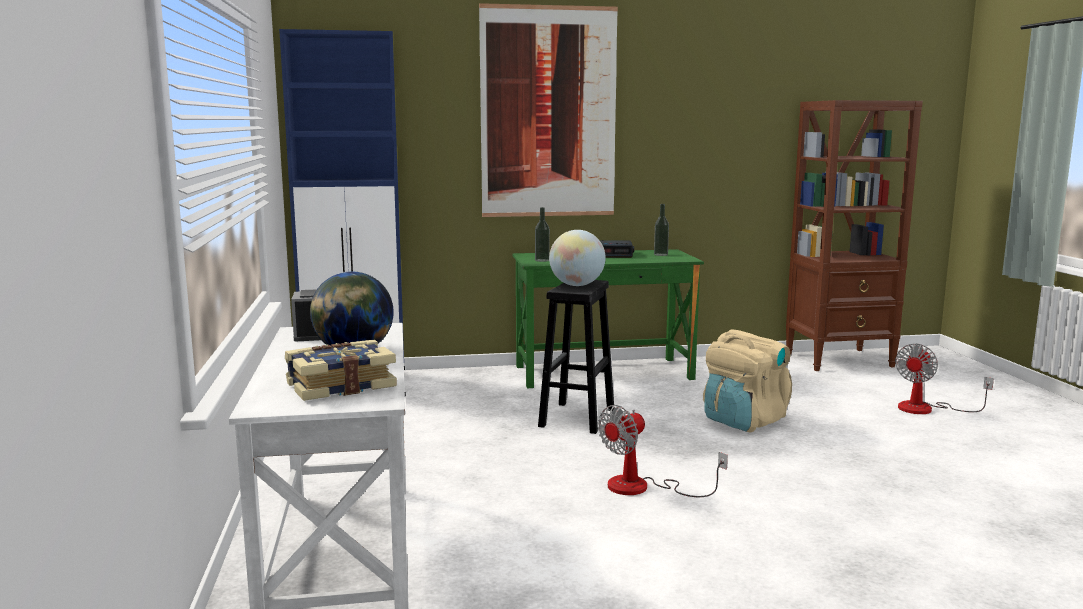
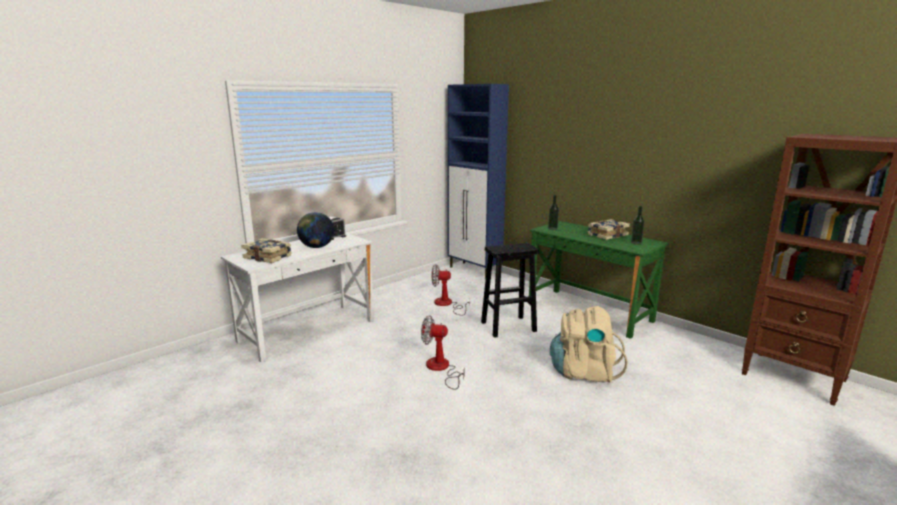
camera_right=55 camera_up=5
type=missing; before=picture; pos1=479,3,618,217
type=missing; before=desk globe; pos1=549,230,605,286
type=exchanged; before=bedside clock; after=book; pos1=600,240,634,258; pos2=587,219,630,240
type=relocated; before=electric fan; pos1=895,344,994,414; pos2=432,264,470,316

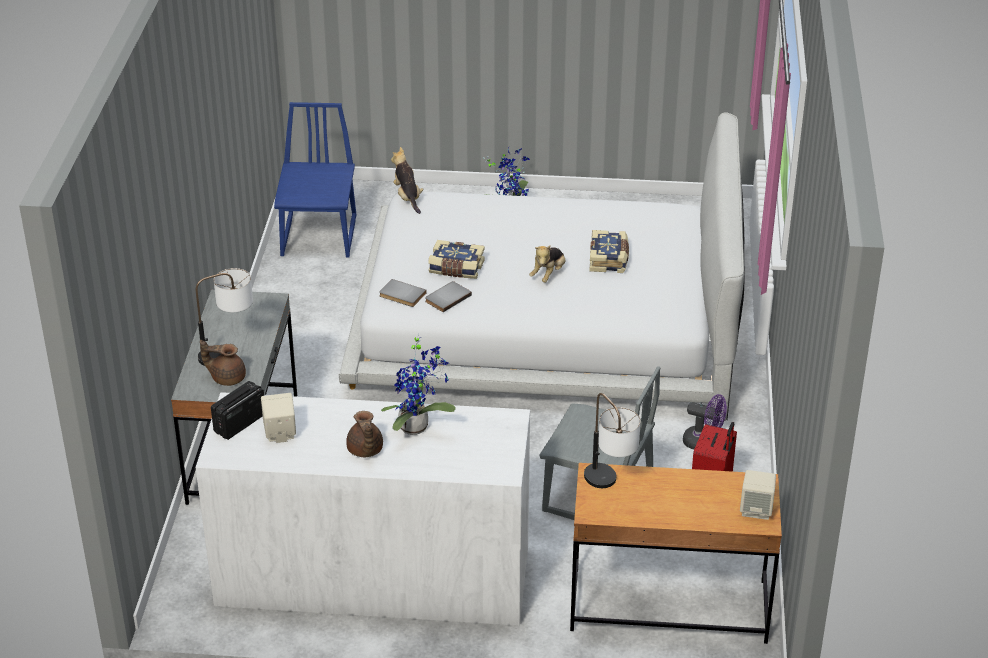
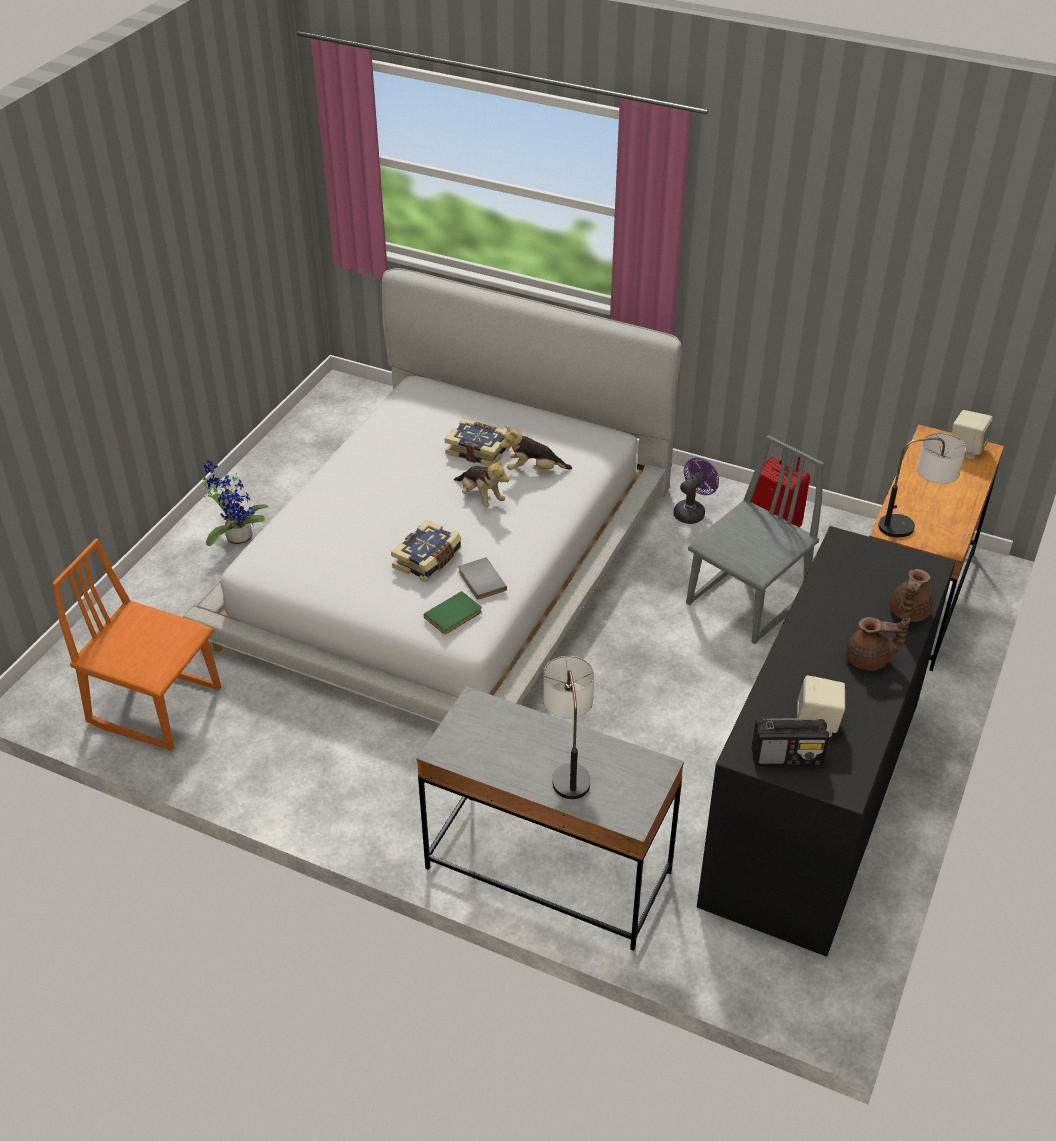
camera_right=-70 camera_up=5
type=colour; before=white chest of drawers; after=black-coloured chest of drawers; pos1=196,392,530,626; pos2=697,526,956,957
type=relocated; before=brown teapot; pos1=200,340,246,386; pos2=889,569,933,622
type=spun; before=radio receiver; pos1=211,381,264,440; pos2=752,717,829,766; turn=-60
type=colour; before=bluish plain chair; after=orange-coloured plain chair; pos1=274,102,356,258; pos2=52,539,221,751
type=colour; before=grey book; after=green book; pos1=379,279,426,307; pos2=424,591,482,634
type=missing; before=houseplant; pos1=381,333,456,435
type=relocated; before=cuddly toy; pos1=391,147,424,214; pos2=500,426,572,470

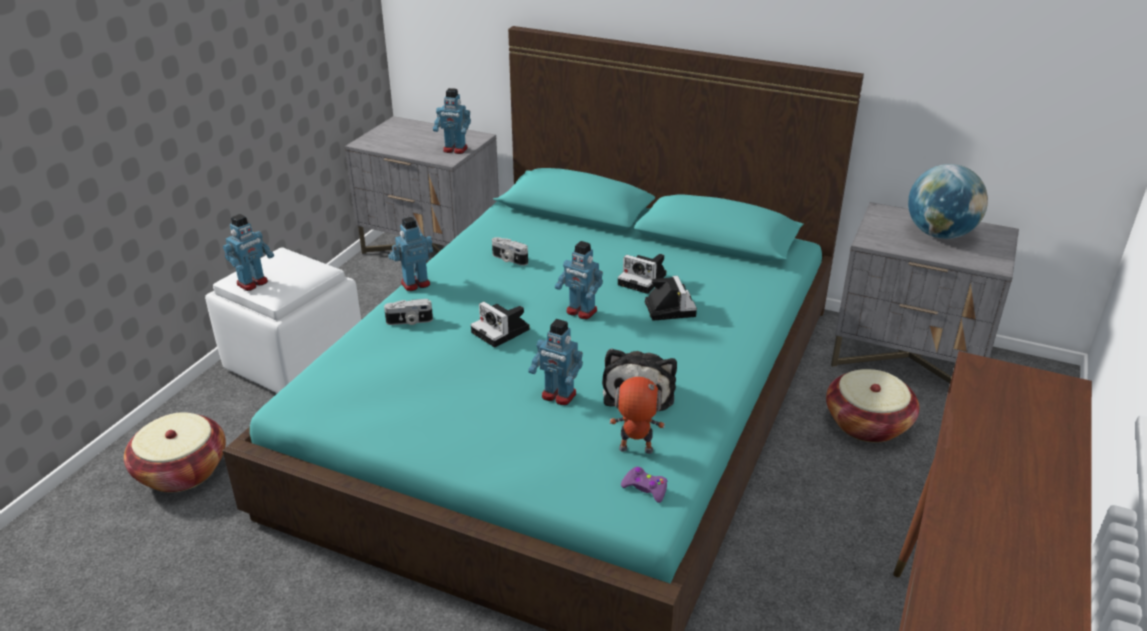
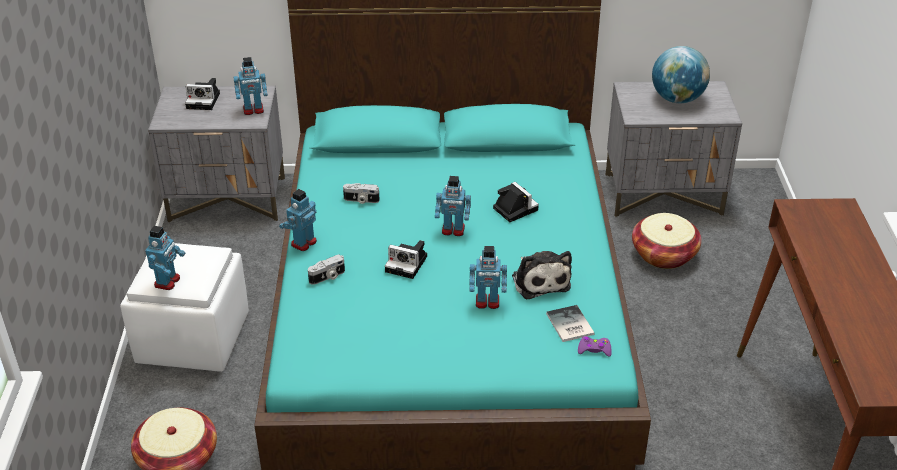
camera_right=-25 camera_up=5
type=exchanged; before=toy robot; after=book; pos1=609,377,665,454; pos2=546,305,595,342
type=relocated; before=still camera; pos1=618,254,666,294; pos2=185,78,220,110

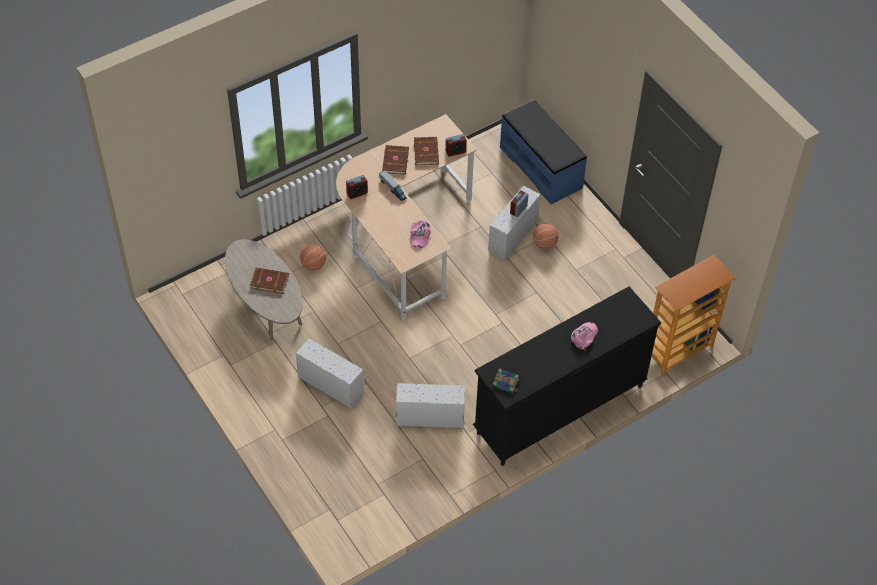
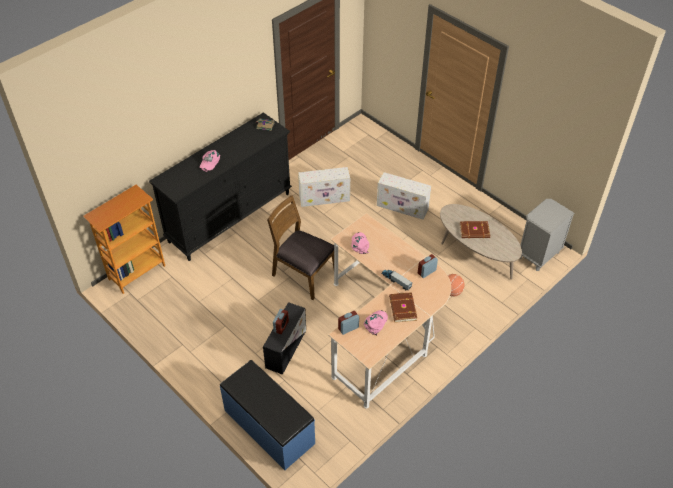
camera_right=170 camera_up=-5
type=exchanged; before=brown book; after=pink peaked cap; pos1=414,137,439,165; pos2=364,310,388,335
type=colour; before=white storage bin; after=black-coloured storage bin; pos1=488,186,541,260; pos2=263,302,306,374
type=missing; before=basketball ball; pos1=533,224,558,249
type=appeared; after=brown plain chair; pos2=267,195,334,300
type=appeared; after=grey nightstand; pos2=520,199,574,271

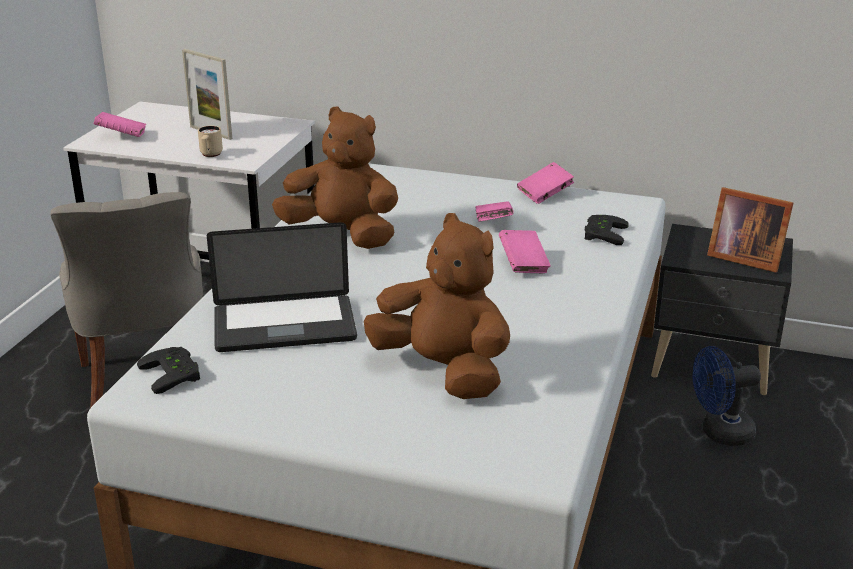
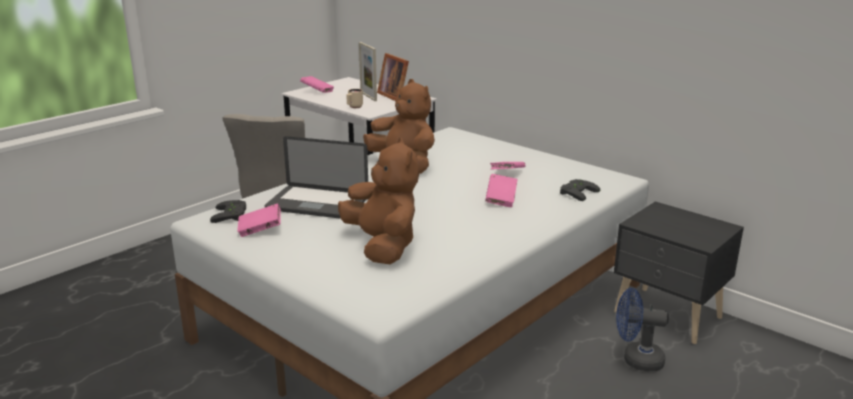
camera_right=25 camera_up=-5
type=relocated; before=pink book; pos1=517,162,574,204; pos2=237,203,281,237
type=relocated; before=photo frame; pos1=707,187,793,273; pos2=377,53,409,101

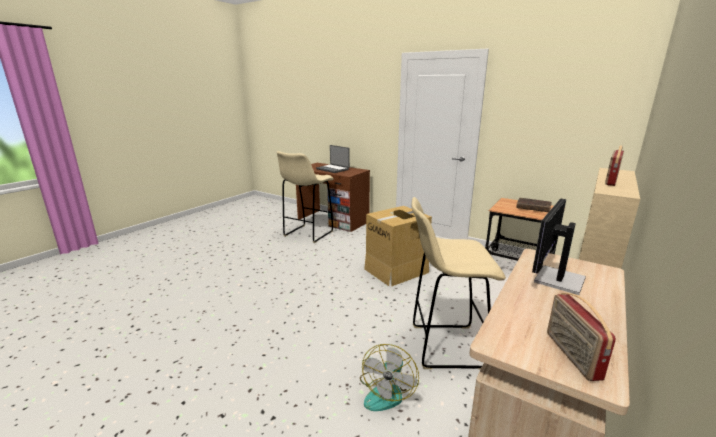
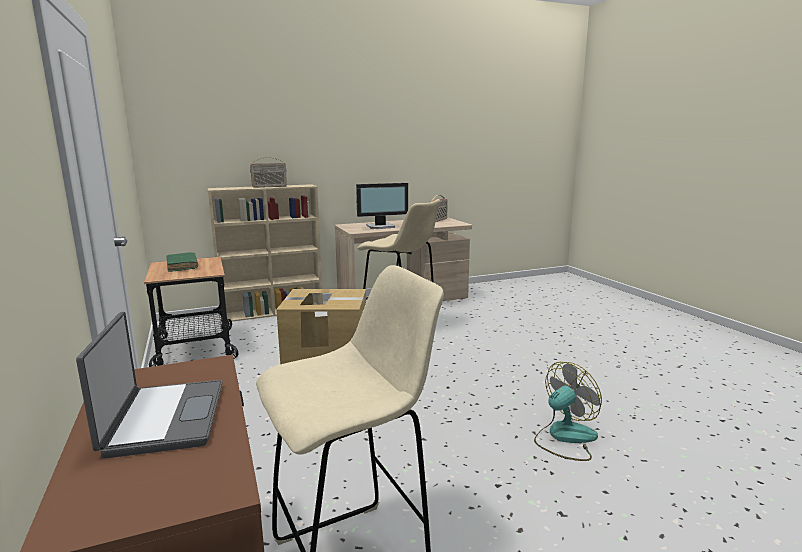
camera_right=-145 camera_up=-5
type=relocated; before=electric fan; pos1=360,344,419,411; pos2=534,362,602,461
type=colour; before=brown book; after=green book; pos1=516,198,552,212; pos2=166,252,198,272

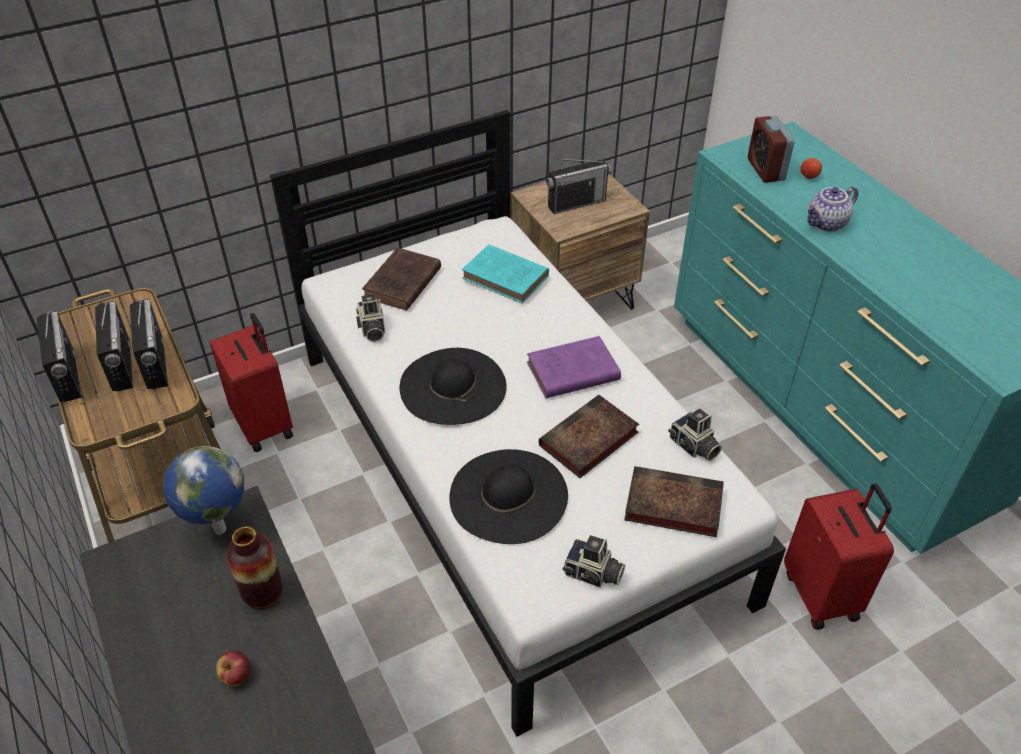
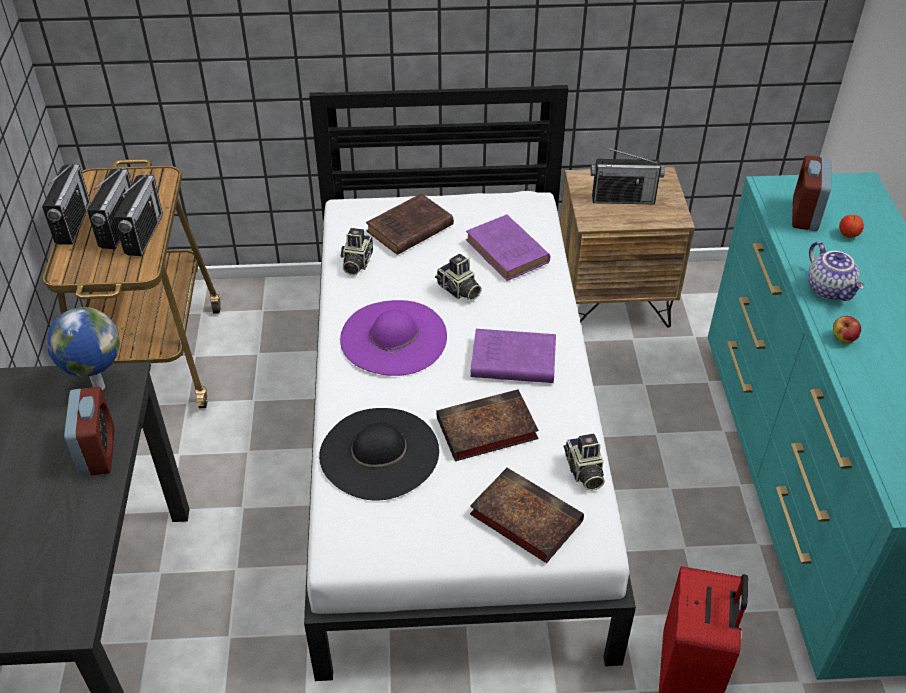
camera_right=25 camera_up=0
type=missing; before=red suitcase; pos1=209,313,293,452
type=relocated; before=apple; pos1=216,651,251,687; pos2=833,316,861,343
type=exchanged; before=decorative vase; after=bedside clock; pos1=226,527,283,609; pos2=64,387,115,477
type=colour; before=black-coloured clothing hat; after=purple clothing hat; pos1=400,348,507,425; pos2=340,300,447,376
type=colour; before=turquoise book; after=purple book; pos1=462,244,549,304; pos2=466,214,550,281
type=relocated; before=still camera; pos1=563,535,625,588; pos2=435,254,482,301
type=spun; before=teapot; pos1=806,186,858,232; pos2=808,241,864,301; turn=-105

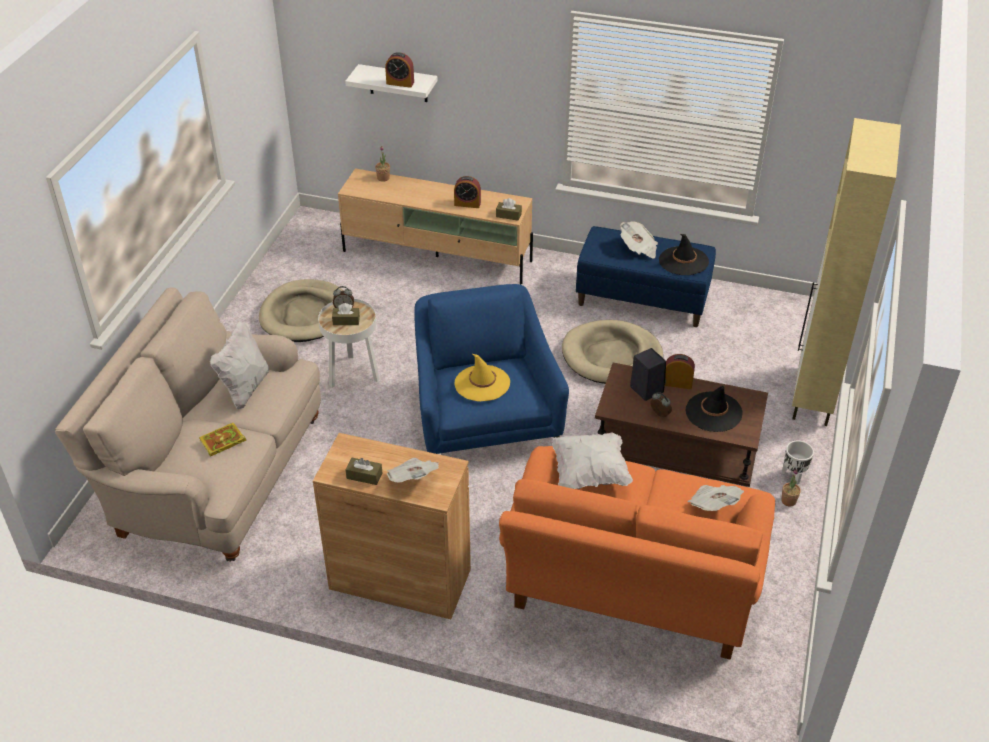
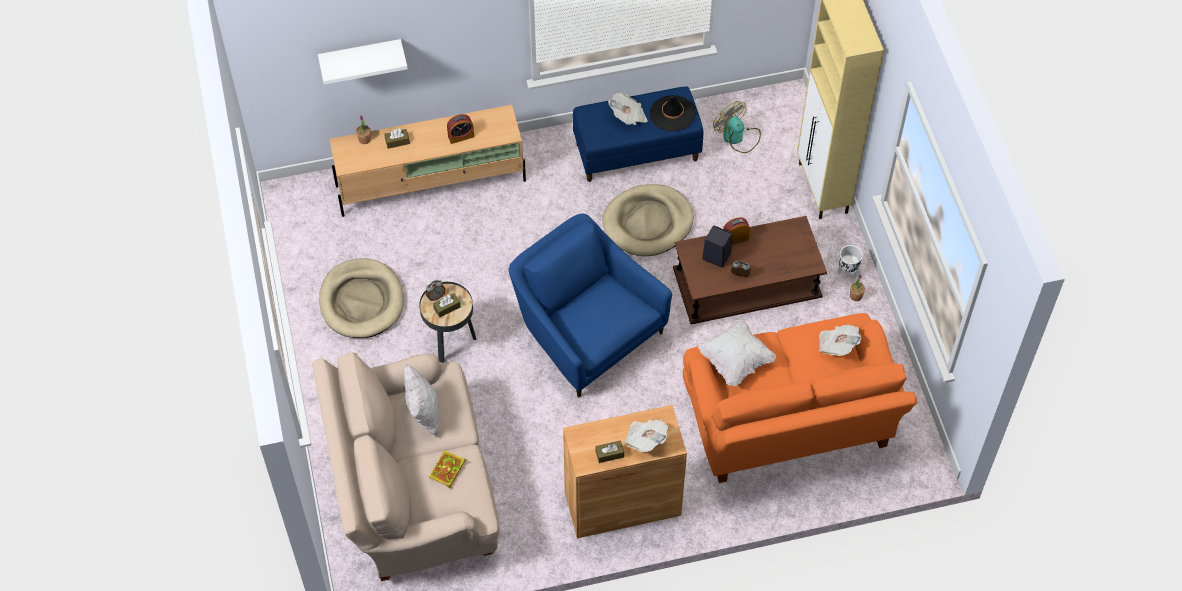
camera_right=-30 camera_up=15
type=colour; before=white accent table; after=black-coloured accent table; pos1=318,299,379,388; pos2=419,282,476,363
type=missing; before=bedside clock; pos1=385,52,414,88
type=missing; before=yellowish clothing hat; pos1=454,354,510,401
type=relocated; before=brown box of tissues; pos1=496,198,522,221; pos2=384,128,410,149
type=missing; before=black-coloured clothing hat; pos1=686,386,743,432
type=appeared; after=electric fan; pos2=713,101,761,153

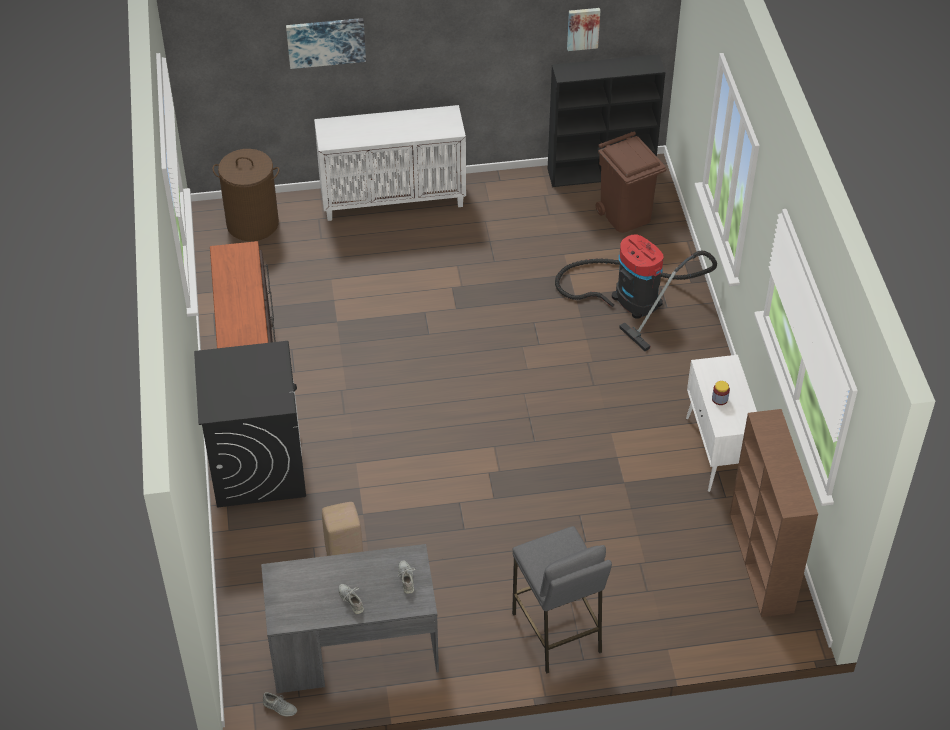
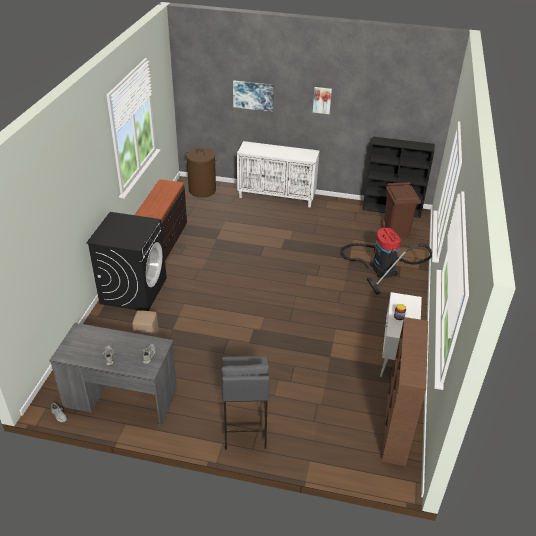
camera_right=20 camera_up=-10
type=relocated; before=picture; pos1=567,8,600,51; pos2=313,87,332,114

